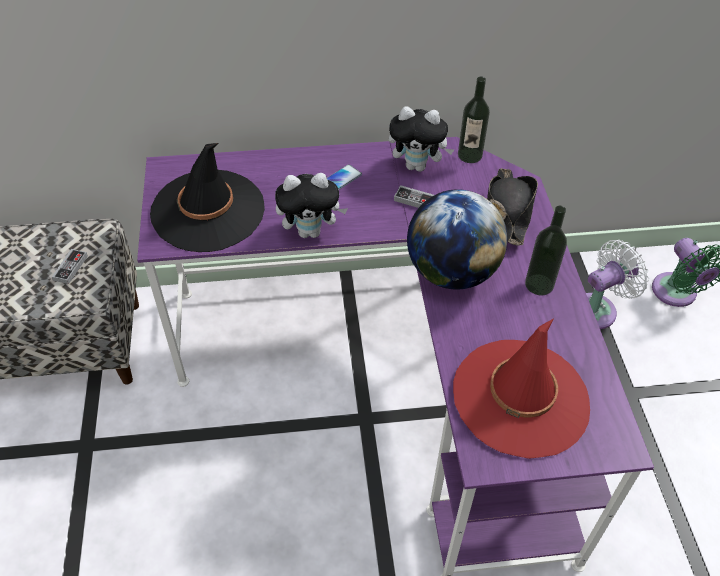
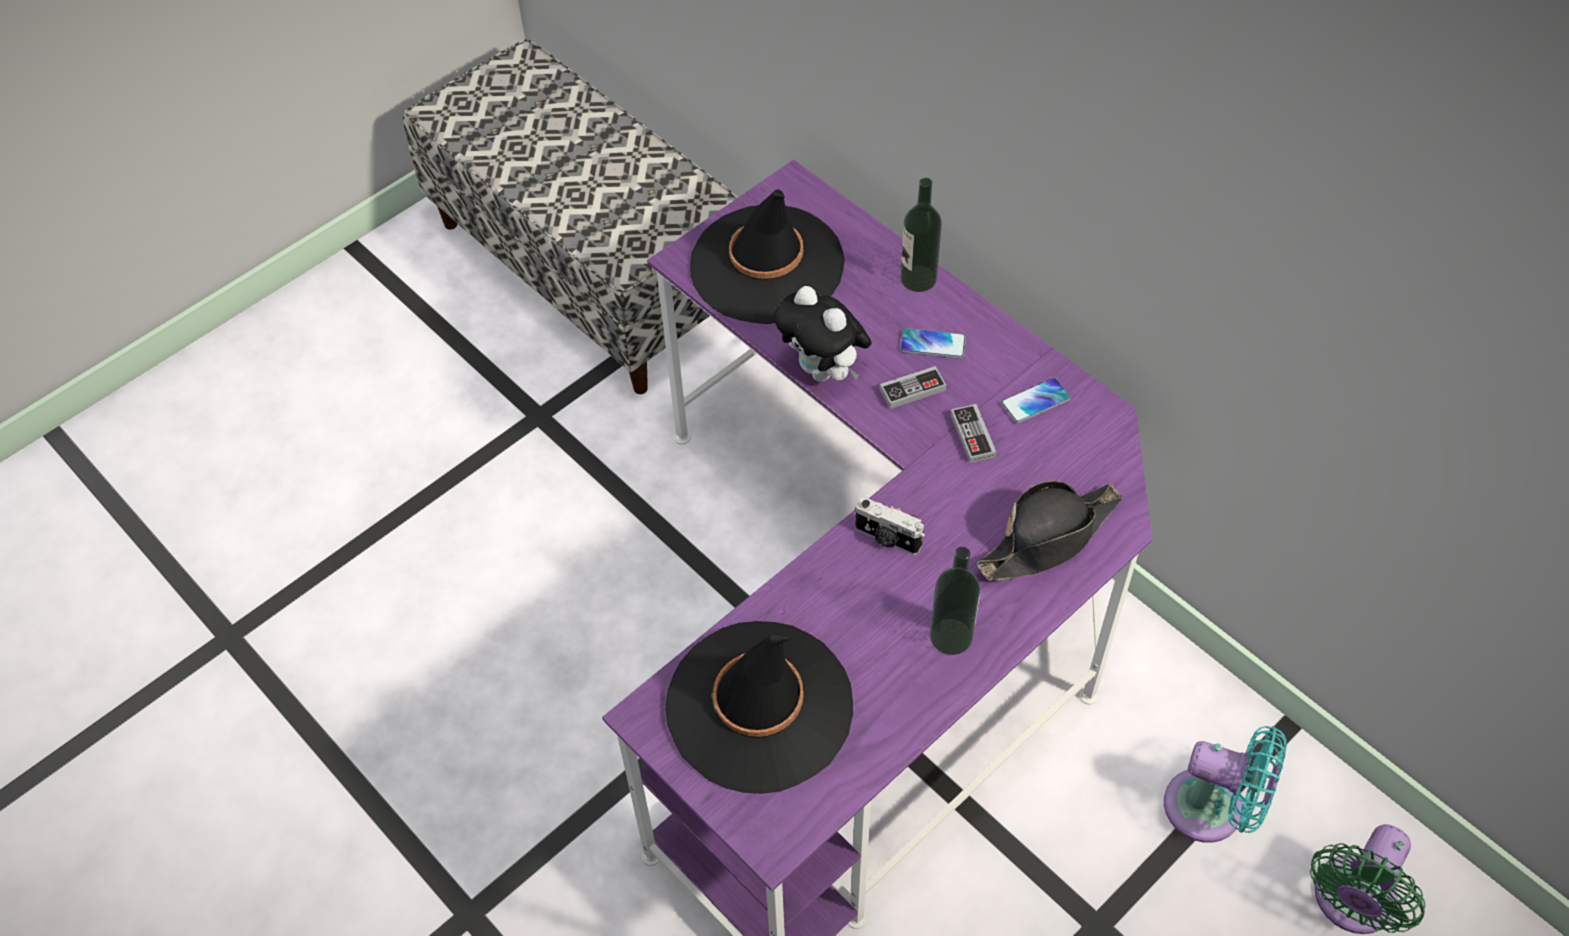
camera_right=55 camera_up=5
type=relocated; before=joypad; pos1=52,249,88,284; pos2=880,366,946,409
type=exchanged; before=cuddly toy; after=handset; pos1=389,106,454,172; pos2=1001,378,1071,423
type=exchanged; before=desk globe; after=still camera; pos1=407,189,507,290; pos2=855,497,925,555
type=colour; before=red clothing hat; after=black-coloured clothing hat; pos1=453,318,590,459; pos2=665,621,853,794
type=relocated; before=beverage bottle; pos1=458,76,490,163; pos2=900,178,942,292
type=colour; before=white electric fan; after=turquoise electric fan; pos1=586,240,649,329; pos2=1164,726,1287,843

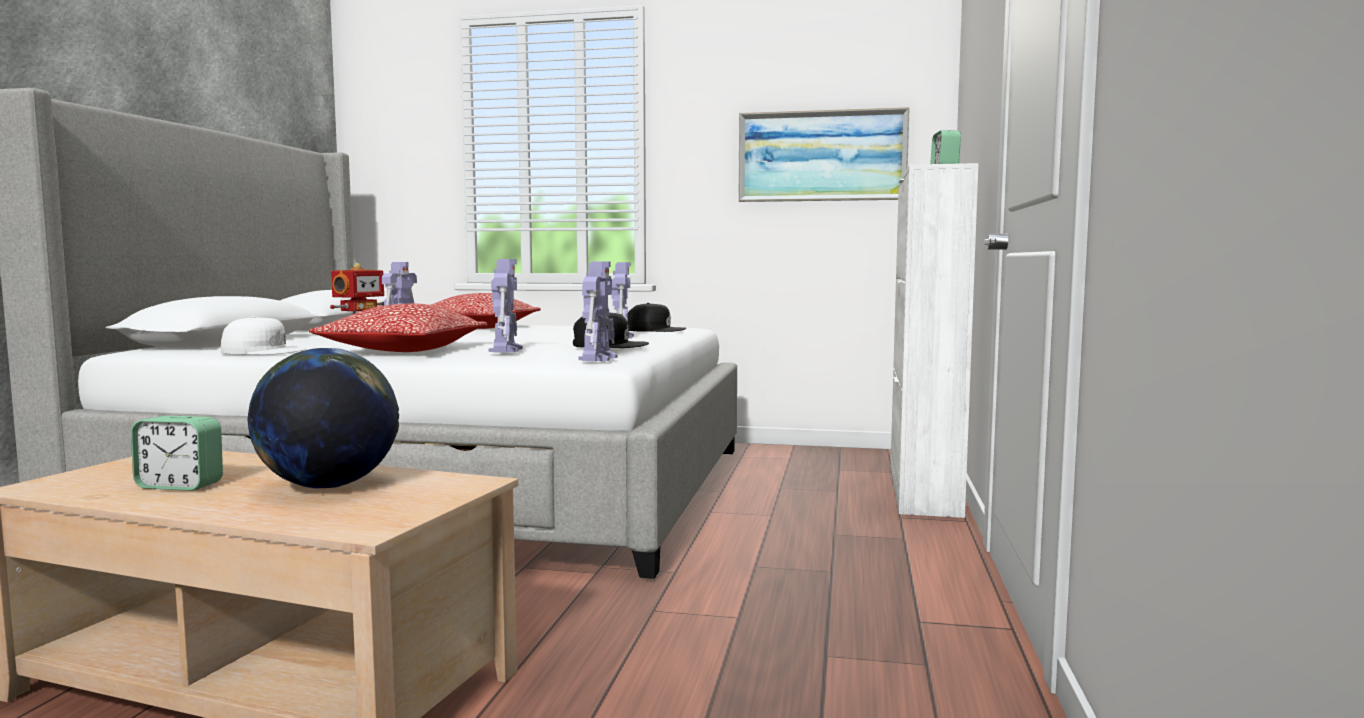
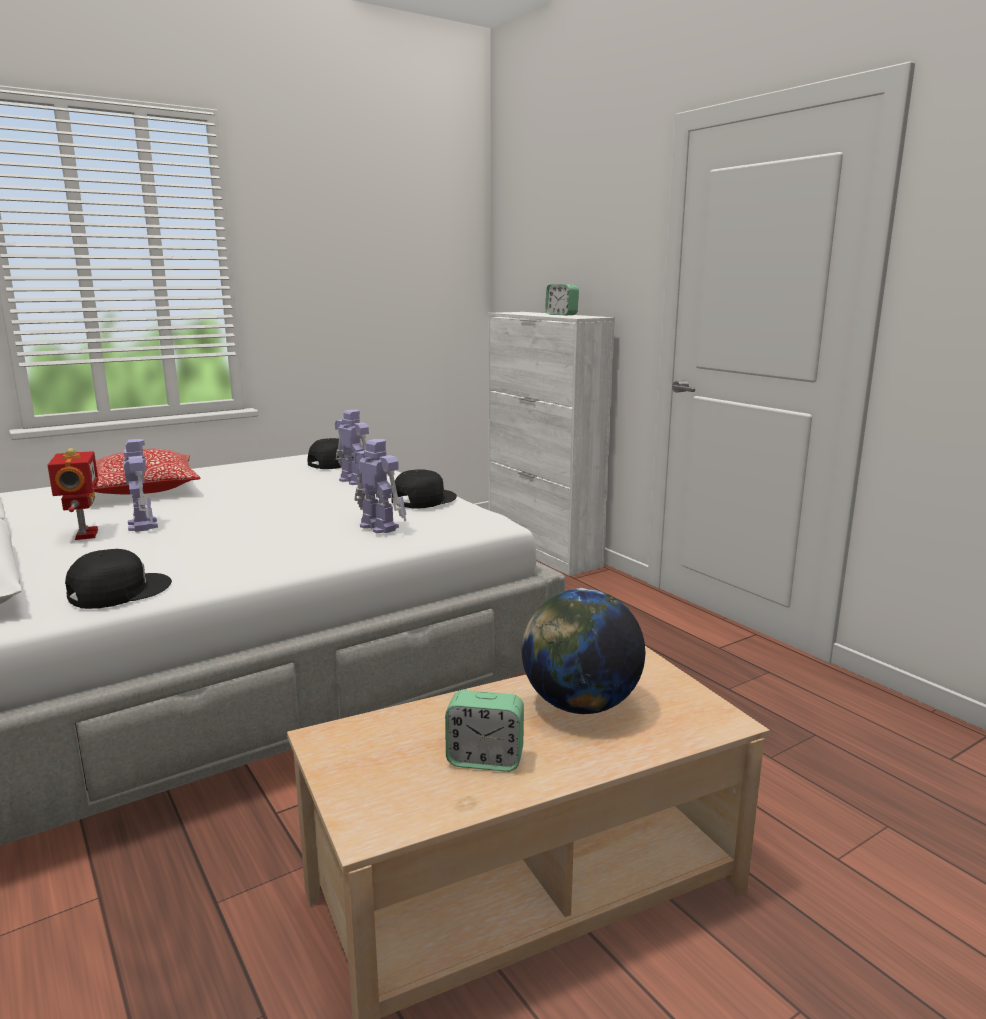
camera_right=-45 camera_up=10
type=spun; before=bedside clock; pos1=131,416,223,491; pos2=445,690,524,772; turn=45
type=colour; before=white peaked cap; after=black-coloured peaked cap; pos1=221,316,307,355; pos2=65,549,172,609
type=missing; before=cushion; pos1=308,304,488,352
type=missing; before=toy robot; pos1=579,262,618,361
type=missing; before=picture; pos1=739,107,910,202

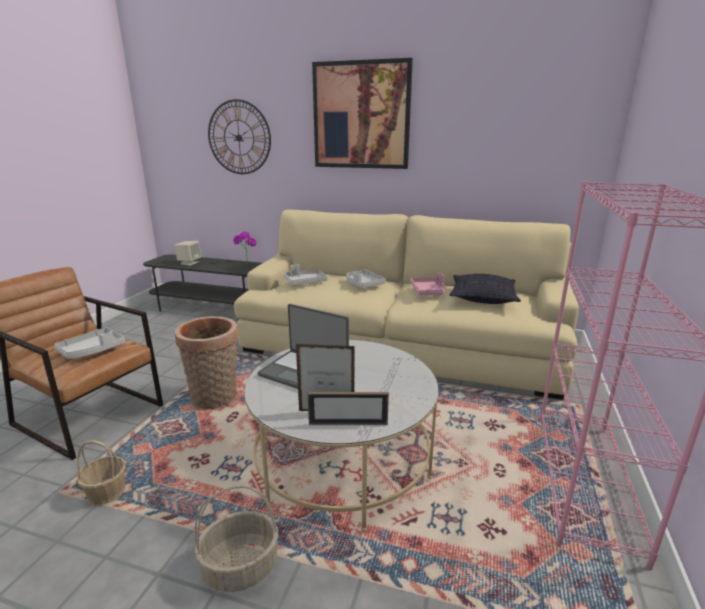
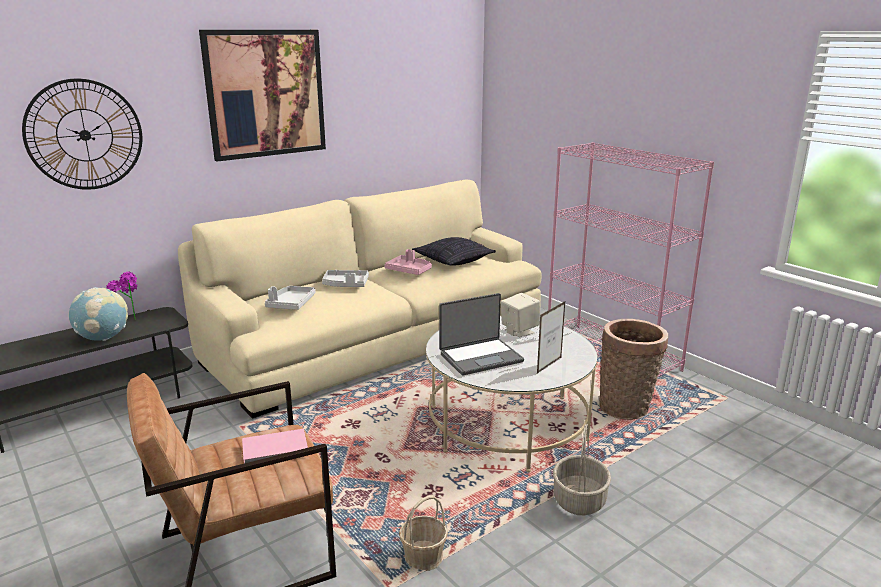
camera_right=-55 camera_up=0
type=exchanged; before=grey tray; after=pink book; pos1=54,327,125,359; pos2=242,429,308,463
type=relocated; before=sand-coloured speaker; pos1=174,241,202,266; pos2=501,293,540,337
type=relocated; before=basket; pos1=175,316,238,410; pos2=599,319,668,420
type=missing; before=photo frame; pos1=308,392,389,425
type=appeared; after=desk globe; pos2=69,287,128,341

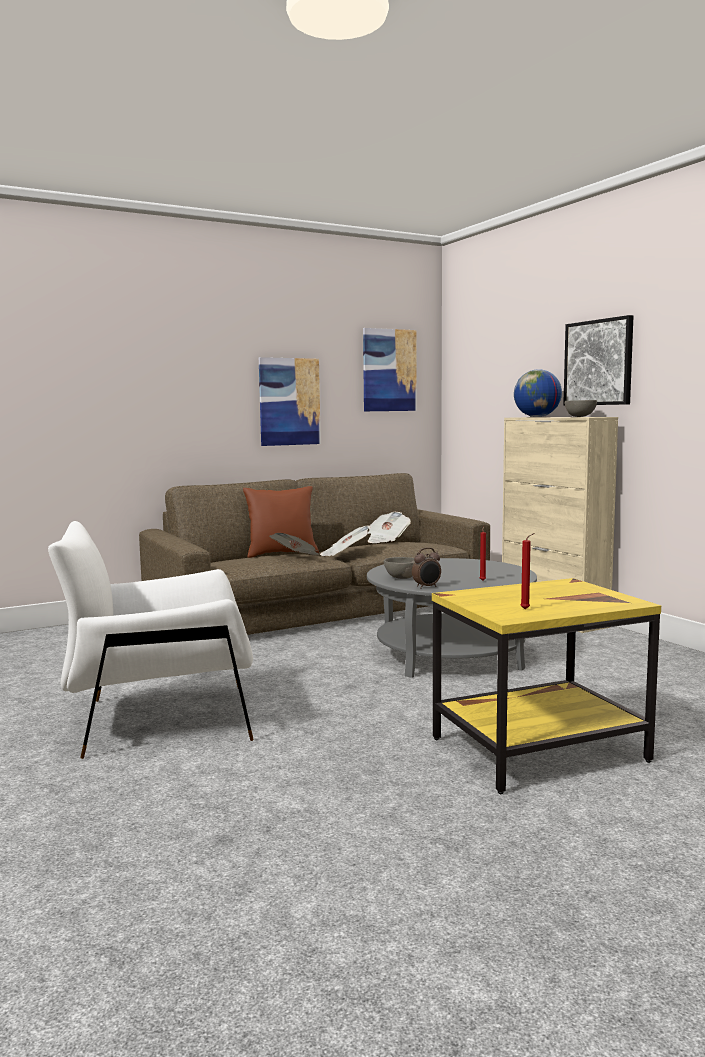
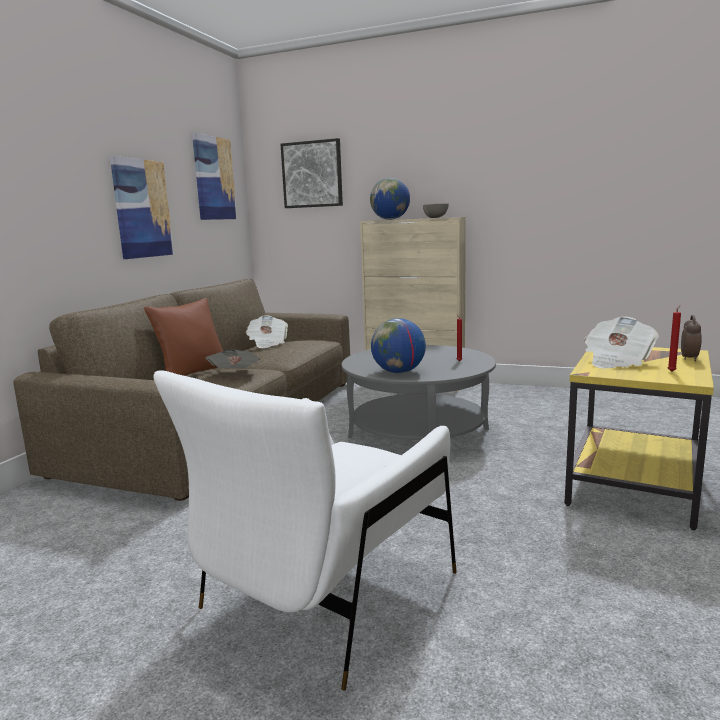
camera_right=-40 camera_up=5
type=relocated; before=daily paper; pos1=320,525,371,556; pos2=584,316,659,369
type=exchanged; before=grey deep dish; after=desk globe; pos1=384,557,415,579; pos2=371,318,426,373
type=relocated; before=bedside clock; pos1=412,548,441,589; pos2=681,315,702,361
type=relocated; before=picture; pos1=563,315,633,406; pos2=281,138,343,208

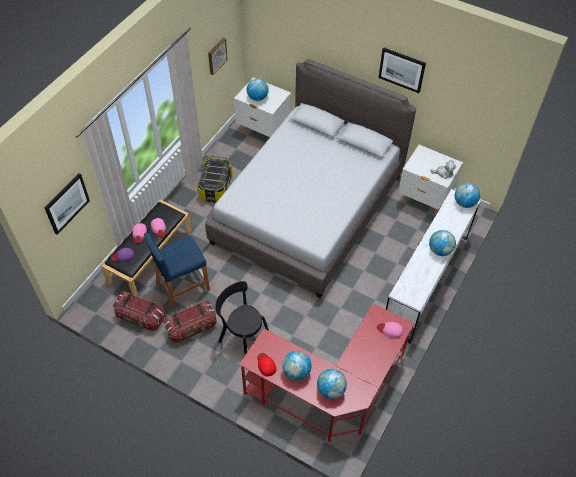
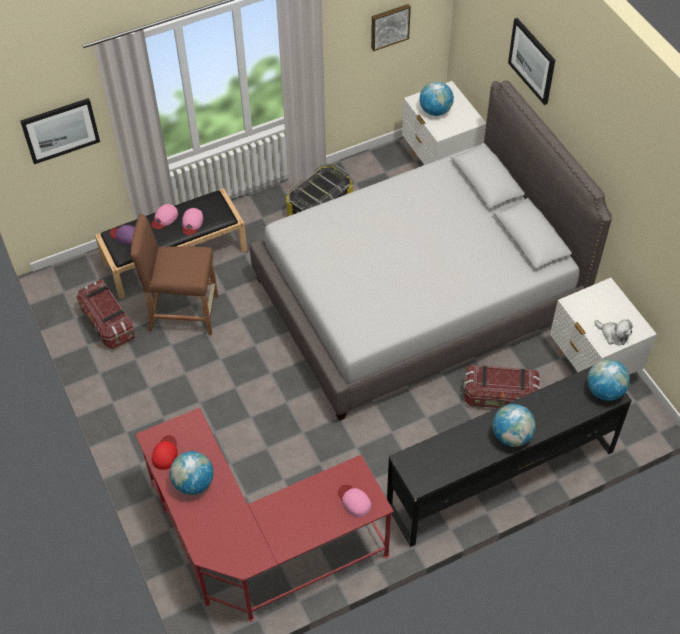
camera_right=35 camera_up=0
type=colour; before=bluish sitting stool; after=brown sitting stool; pos1=144,233,210,308; pos2=130,214,218,335
type=relocated; before=storage bin; pos1=163,301,217,343; pos2=463,365,540,408
type=missing; before=black-coloured plain chair; pos1=215,281,269,355
type=missing; before=desk globe; pos1=317,369,347,399
type=relocated; before=picture; pos1=378,48,426,93; pos2=508,18,555,105
type=colour; before=white chest of drawers; after=black-coloured chest of drawers; pos1=386,189,480,343; pos2=387,366,632,547

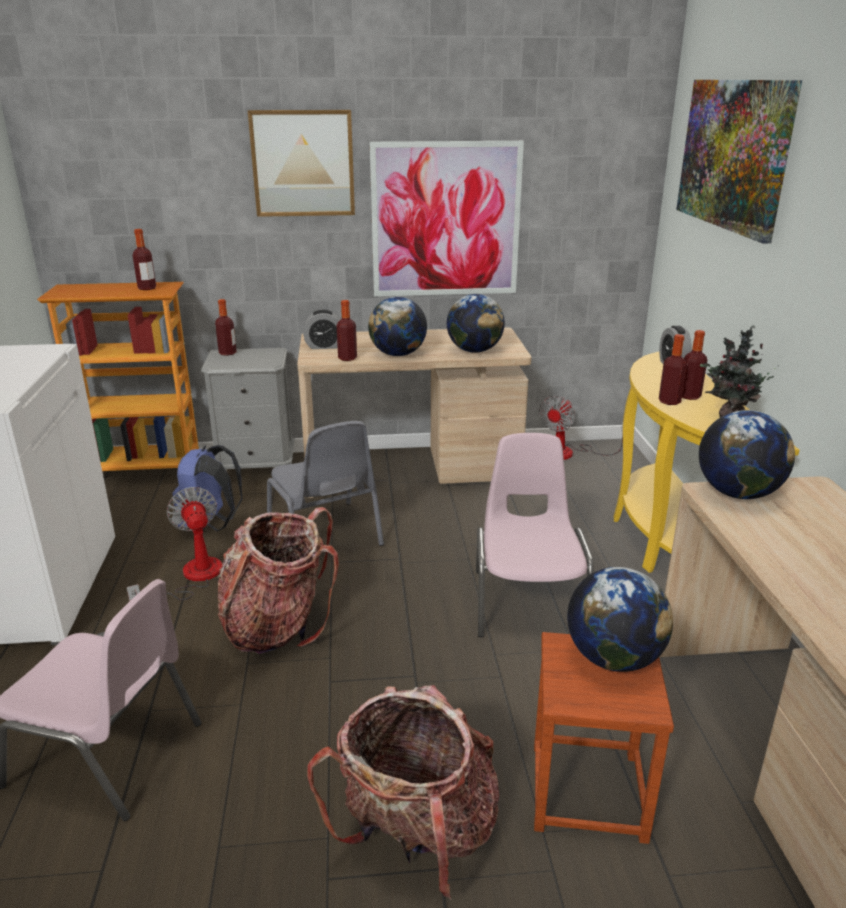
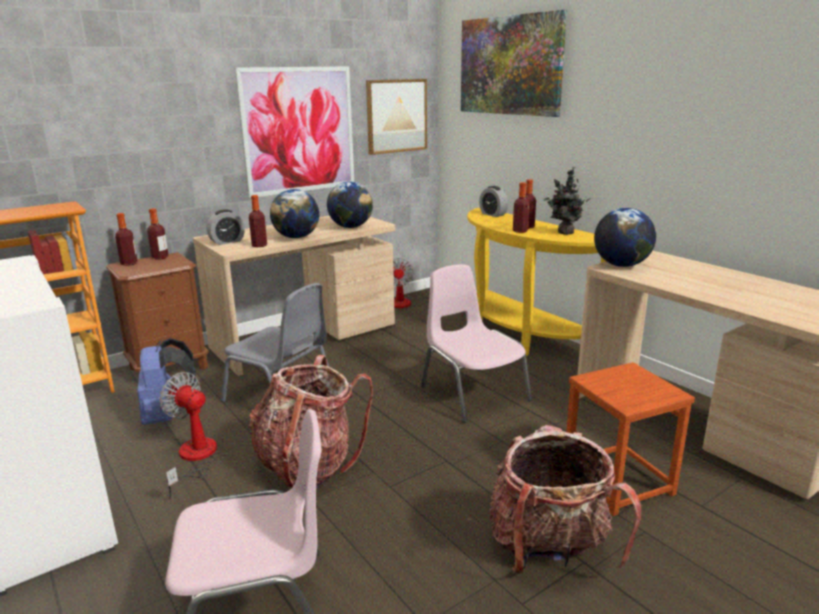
camera_right=-30 camera_up=-5
type=relocated; before=beverage bottle; pos1=133,229,156,290; pos2=147,208,169,260
type=colour; before=grey nightstand; after=brown nightstand; pos1=201,348,294,472; pos2=106,252,209,373
type=relocated; before=picture; pos1=248,110,355,217; pos2=366,79,427,155
type=missing; before=desk globe; pos1=567,567,673,672

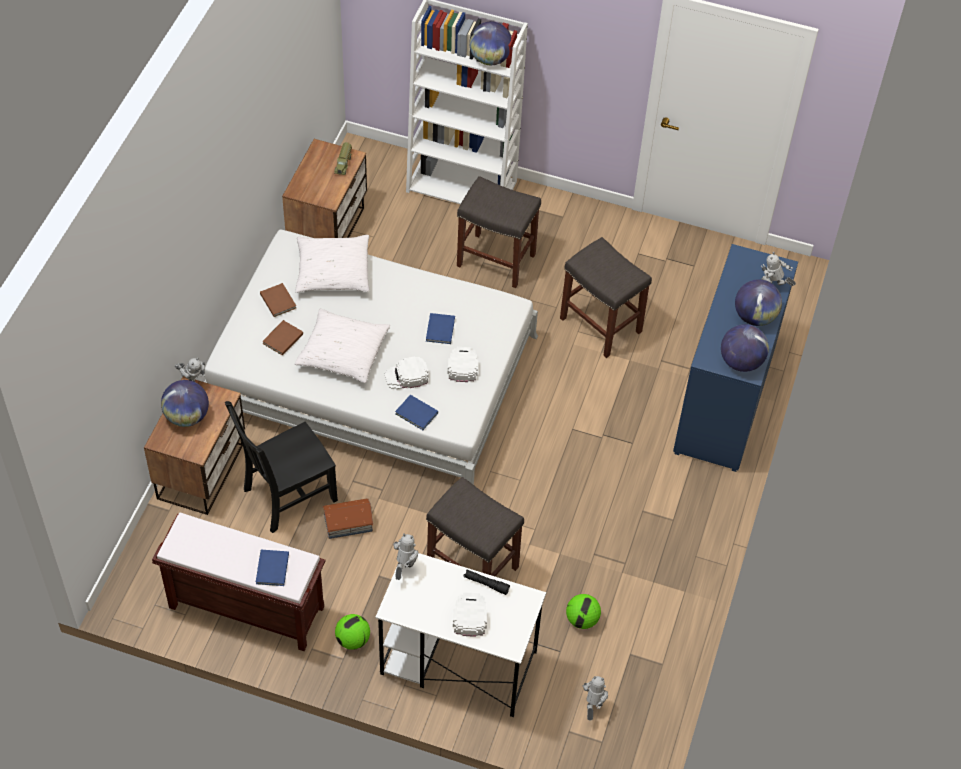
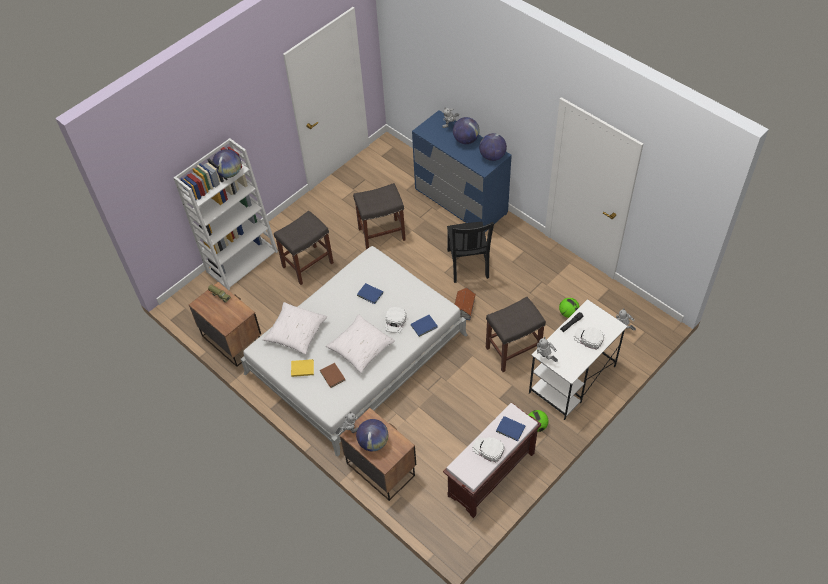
camera_right=-60 camera_up=0
type=relocated; before=black-coloured plain chair; pos1=225,401,338,533; pos2=447,222,494,283
type=colour; before=brown book; after=yellowish book; pos1=260,283,296,317; pos2=291,359,314,377
type=relocated; before=toy house; pos1=322,499,374,539; pos2=455,287,476,320
type=relocated; before=white peaked cap; pos1=448,347,478,382; pos2=472,437,505,462

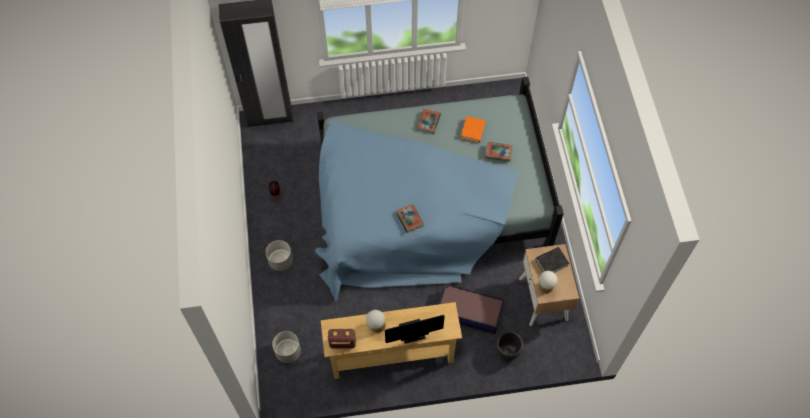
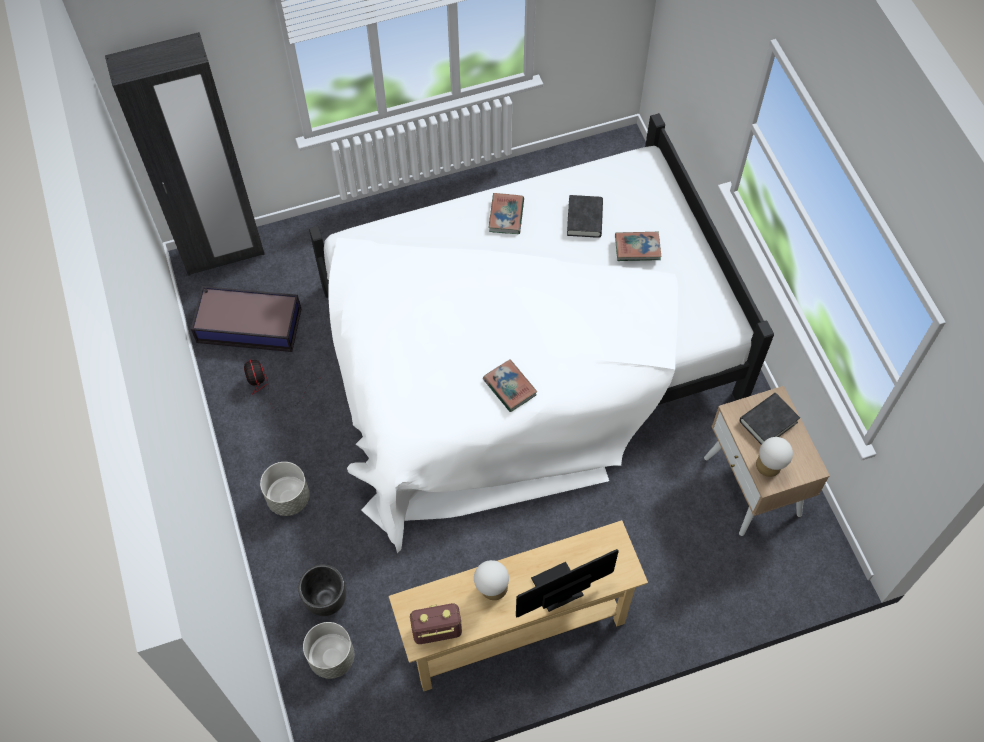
camera_right=-10 camera_up=0
type=colour; before=bluish bed; after=white bed; pos1=315,77,564,302; pos2=309,113,774,553
type=relocated; before=storage bin; pos1=439,283,504,334; pos2=191,286,301,352
type=colour; before=orange-coloured book; after=black-coloured book; pos1=461,116,485,143; pos2=567,195,603,238
type=relocated; before=black-coloured planter; pos1=496,331,523,361; pos2=298,564,346,616

